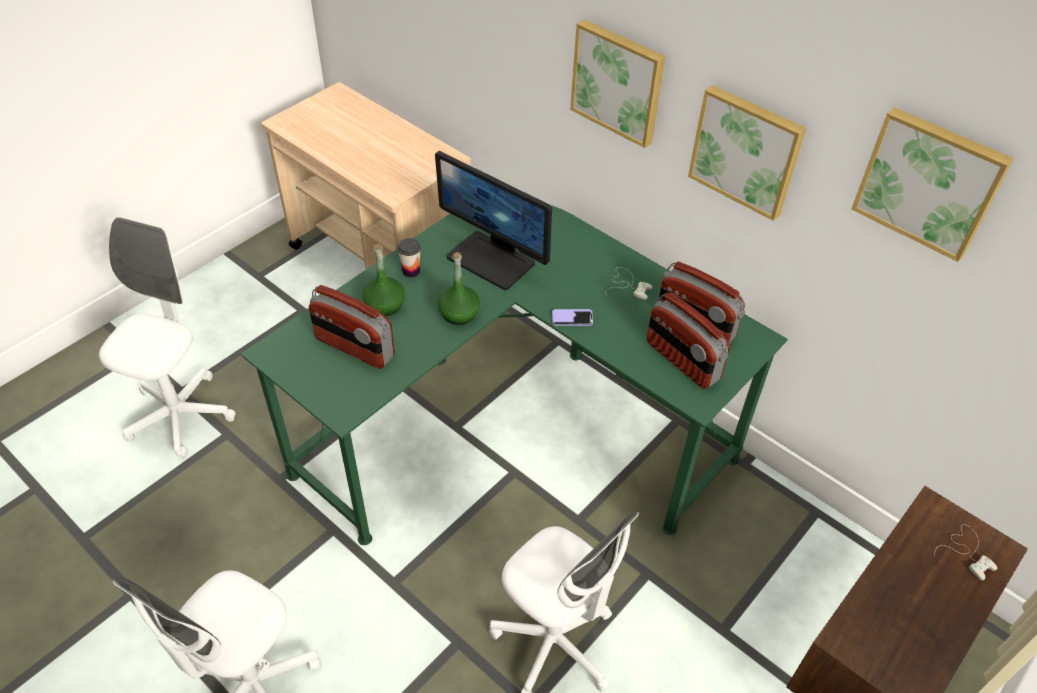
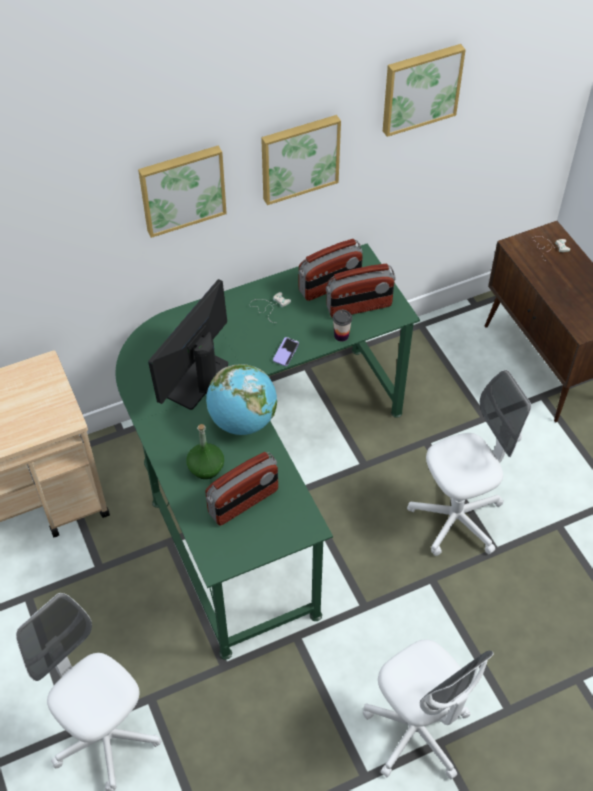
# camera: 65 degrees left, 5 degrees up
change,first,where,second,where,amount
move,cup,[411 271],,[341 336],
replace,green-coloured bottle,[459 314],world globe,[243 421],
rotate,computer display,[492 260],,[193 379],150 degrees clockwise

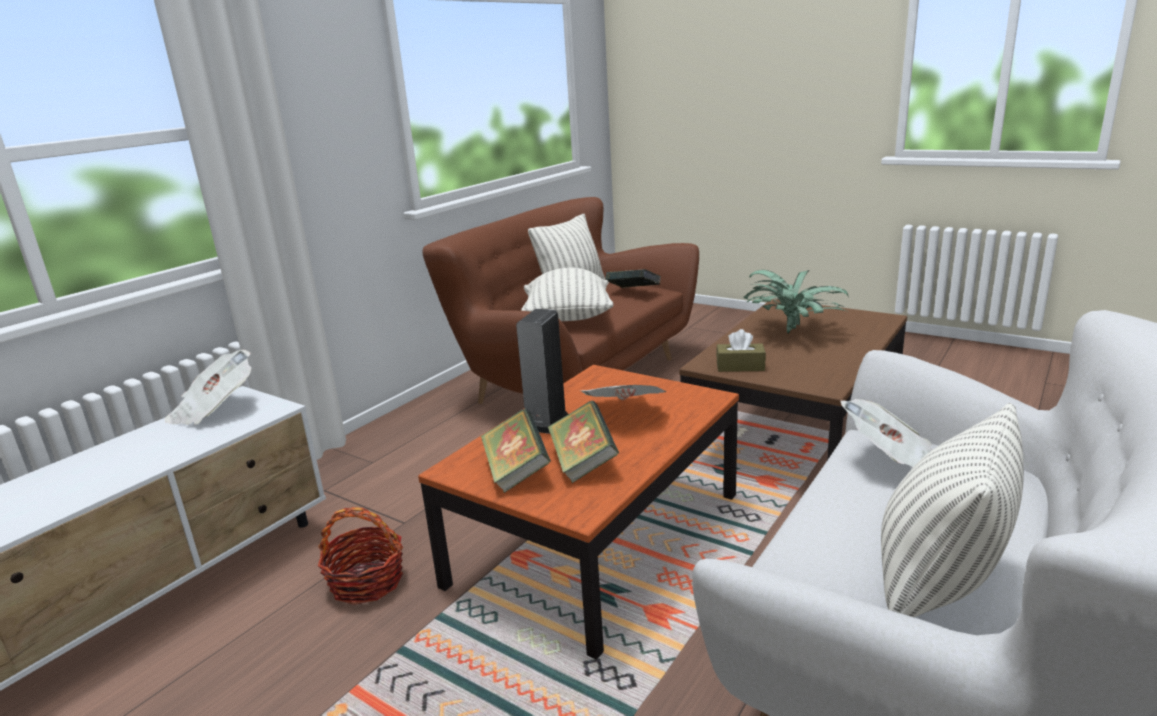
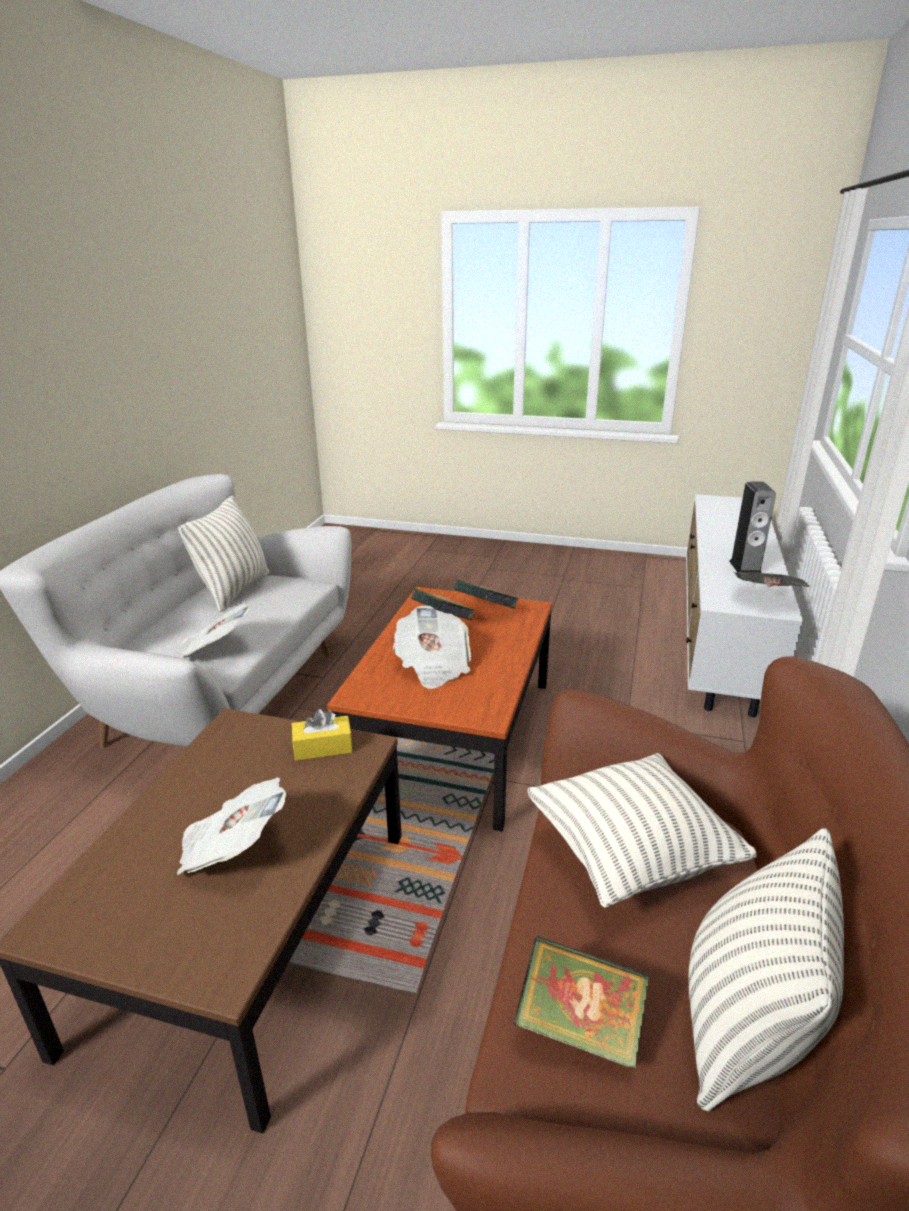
# camera: 160 degrees right, 5 degrees up
change,first,where,second,where,amount
delete,basket,[367 582],,,
move,speaker,[546 422],,[745 567],
replace,houseplant,[793 332],printed paper,[233 848],
recolor,brownish tissue holder,[740 366],yellow tissue holder,[323 747],

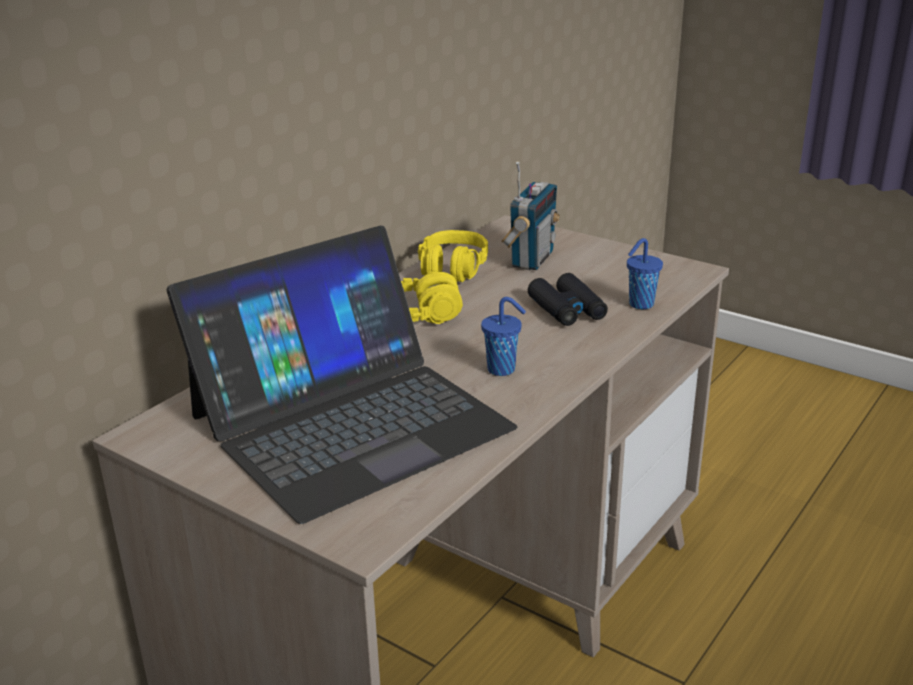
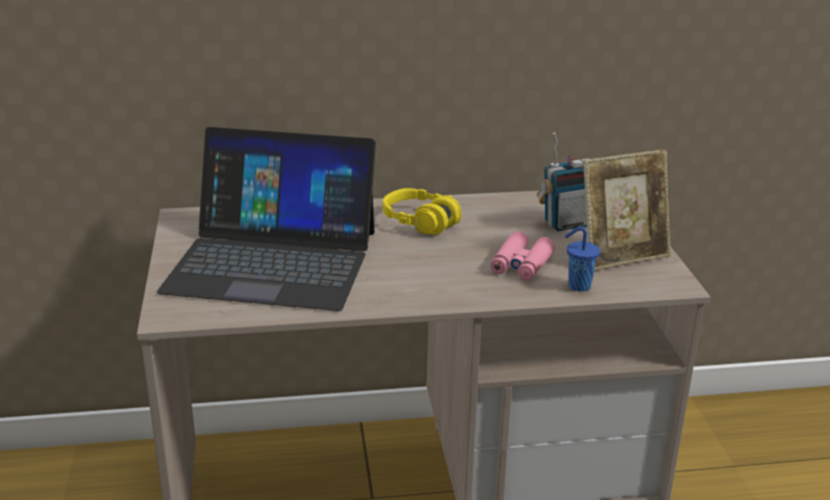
# camera: 45 degrees right, 0 degrees up
change,first,where,second,where,amount
delete,yellow headphones,[452 269],,,
delete,blue-coloured cup,[503 370],,,
insert,,,picture frame,[622 256],
recolor,blackish binoculars,[567 310],pinkish binoculars,[521 264],

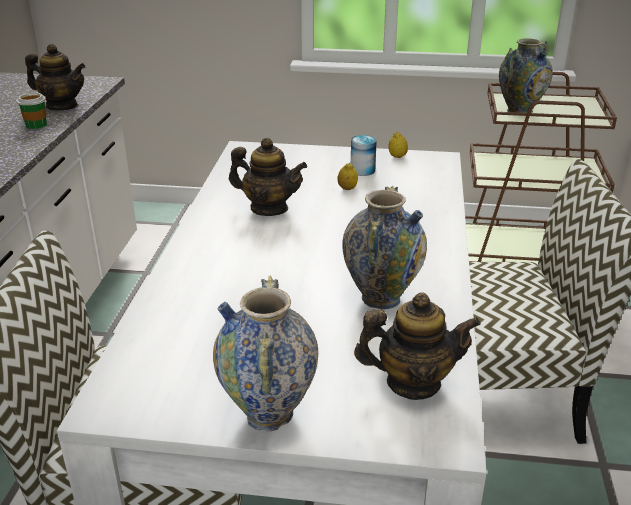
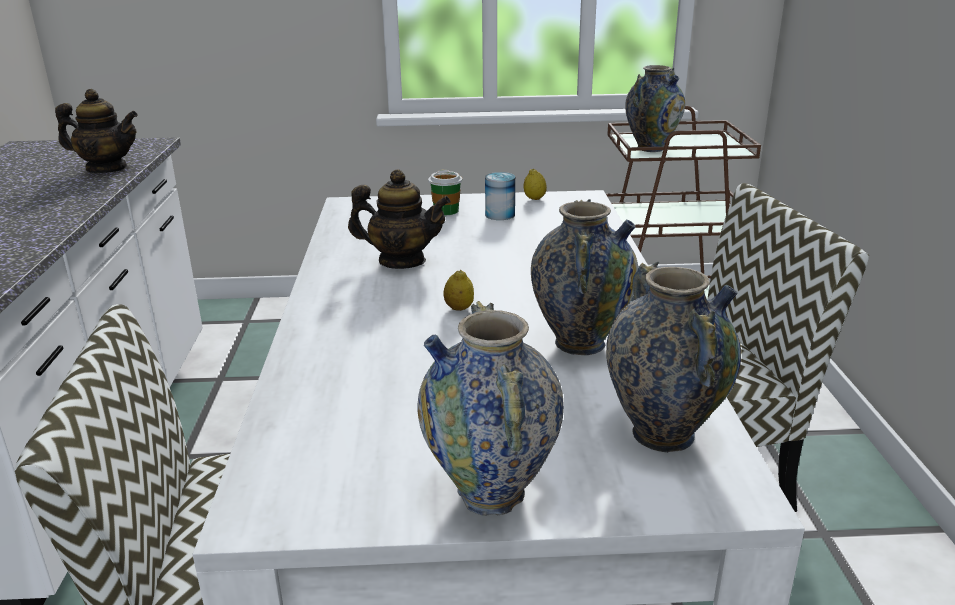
# camera: 10 degrees left, 5 degrees down
change,first,where,second,where,amount
move,cup,[36 125],,[446 211],
move,whole lemon,[347 188],,[459 308],
replace,tea pot,[413 383],flower vase,[662 433],

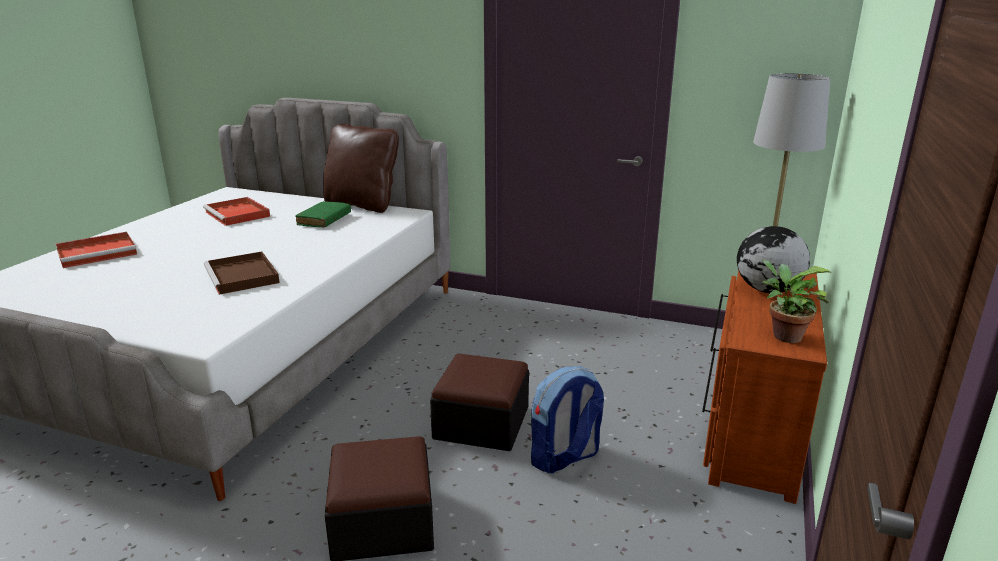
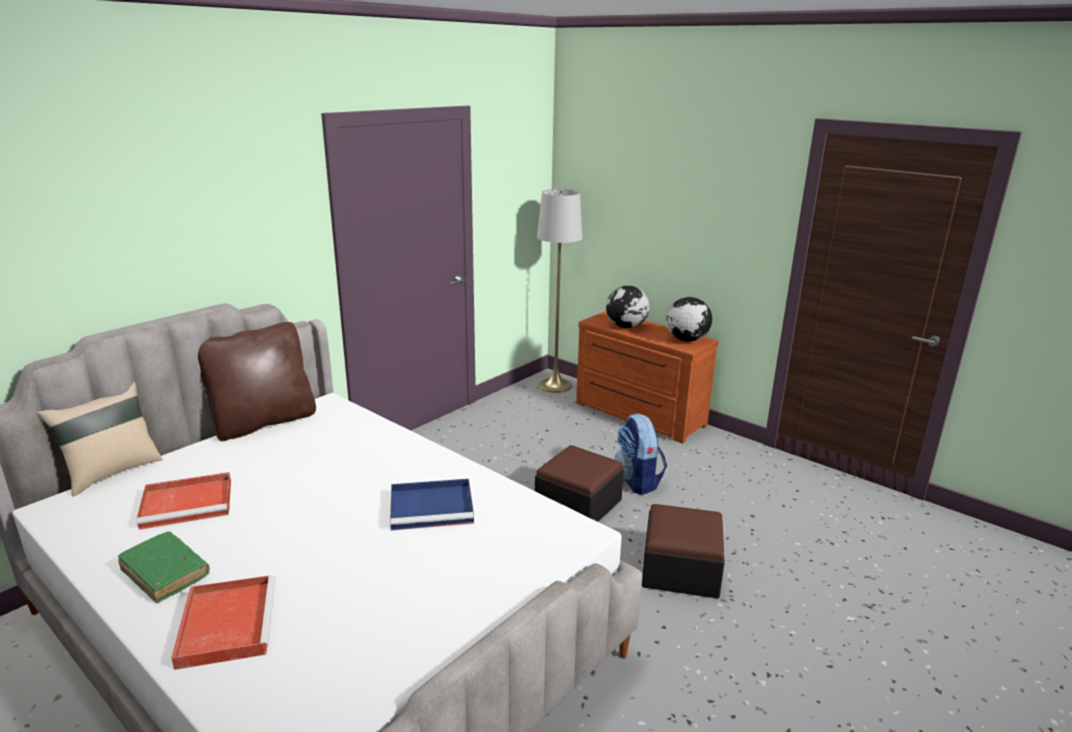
# camera: 70 degrees left, 0 degrees up
change,first,where,second,where,amount
insert,,,sand-coloured throw pillow,[112 472],
move,green-coloured book,[324 220],,[165 573],
replace,houseplant,[783 336],world globe,[686 339],
recolor,brownish tray,[243 276],blue-coloured tray,[433 507],

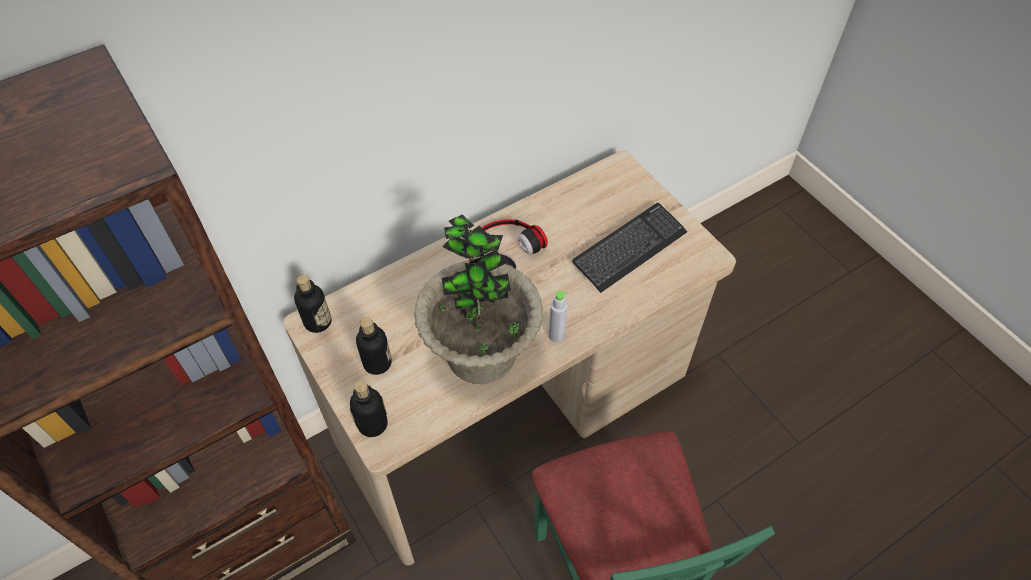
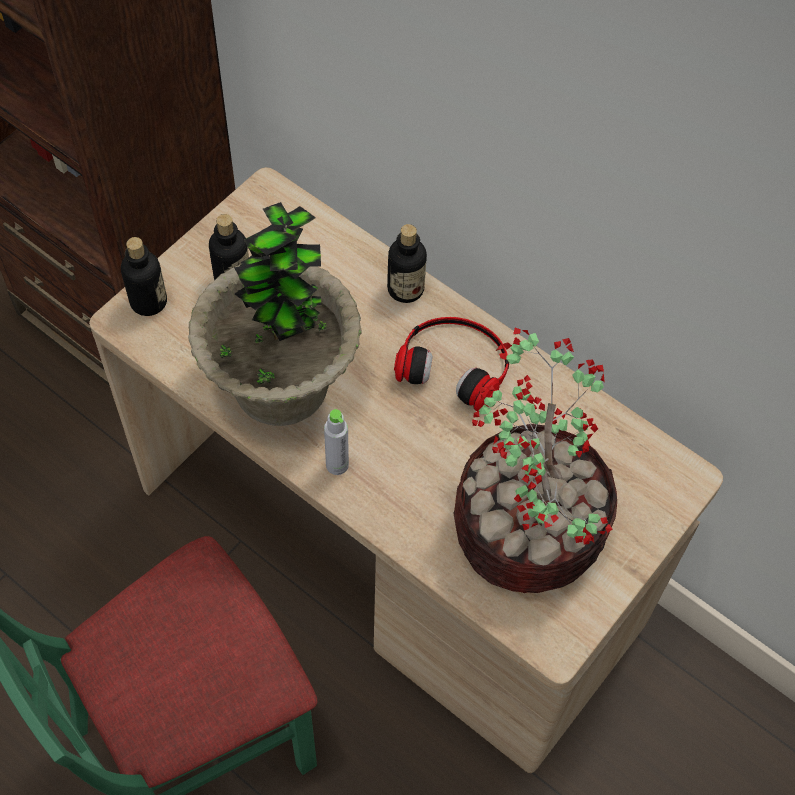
# camera: 70 degrees right, 5 degrees up
change,first,where,second,where,amount
move,bottle,[318 322],,[405 289],
replace,keyboard,[629 248],houseplant,[525 524],

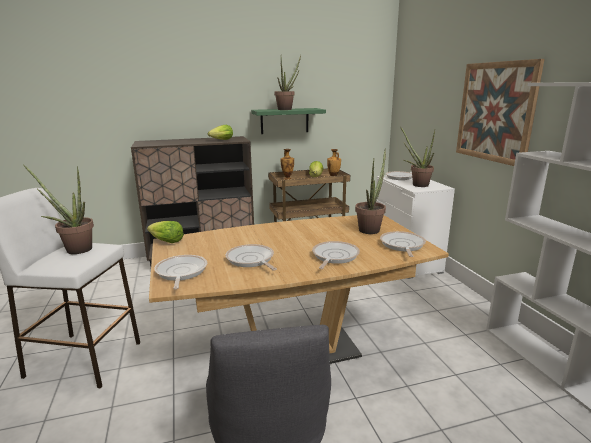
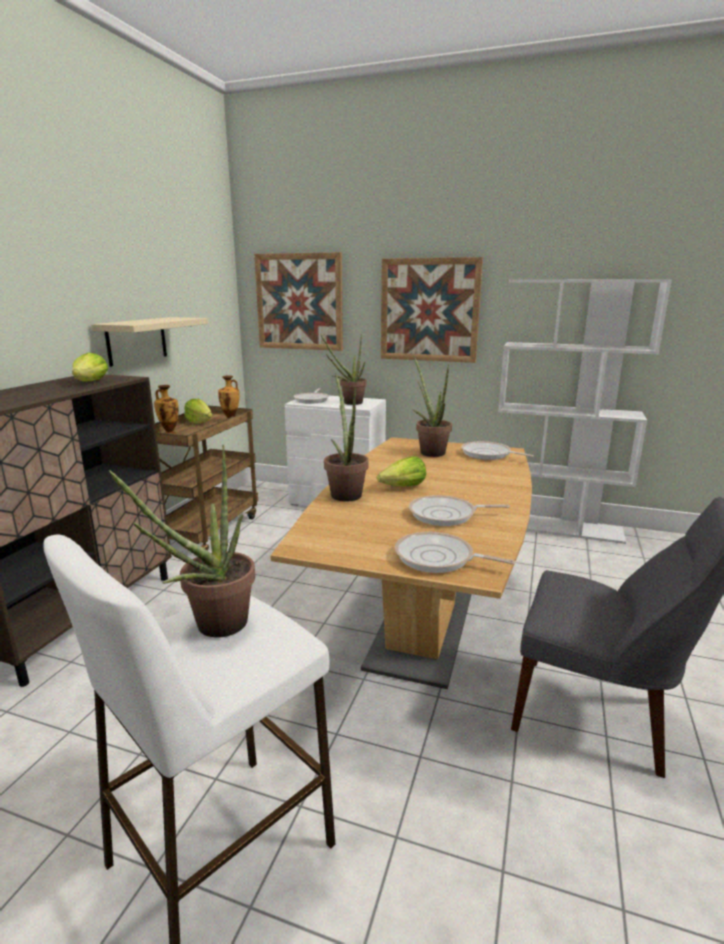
# camera: 55 degrees left, 0 degrees up
change,first,where,second,where,amount
delete,pan,[334 256],,,
insert,,,wall picture,[299 302],
move,head of lettuce,[166 241],,[403 487],
move,houseplant,[287 109],,[345 493],
recolor,green-coloured bracket shelf,[284 121],sand-coloured bracket shelf,[137 340],

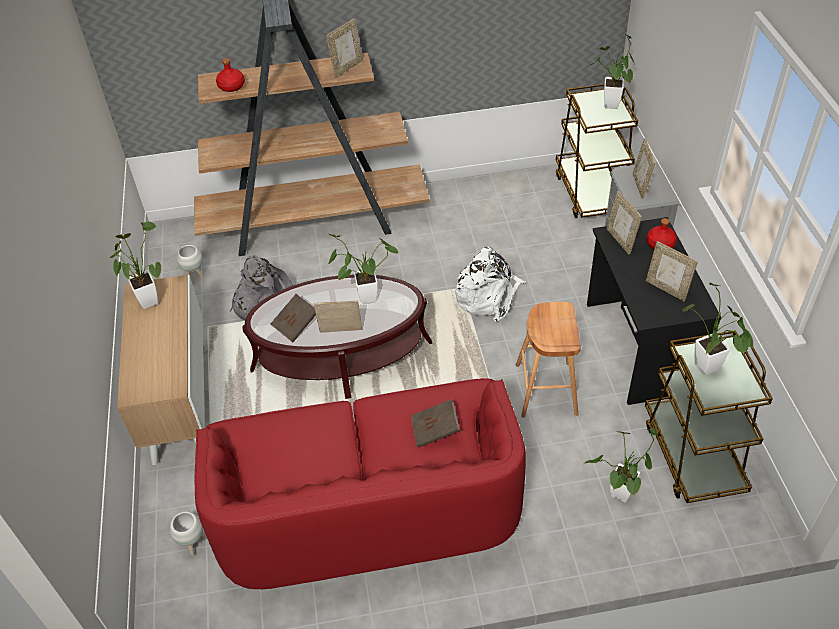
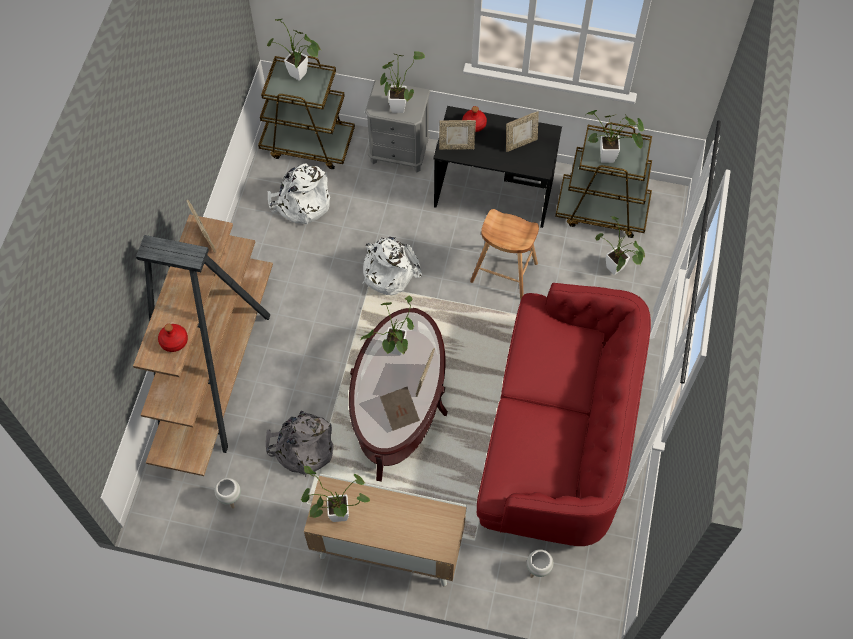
# camera: 70 degrees left, 15 degrees up
change,first,where,second,where,amount
delete,brownish book,[435 431],,,
insert,,,whitish knapsack,[301 203],
replace,picture frame,[640 186],houseplant,[398 105],

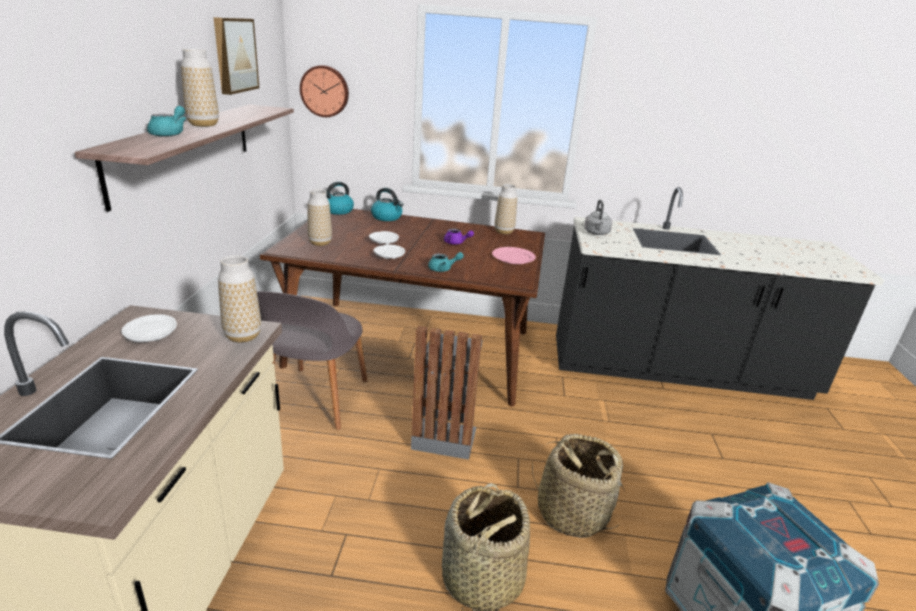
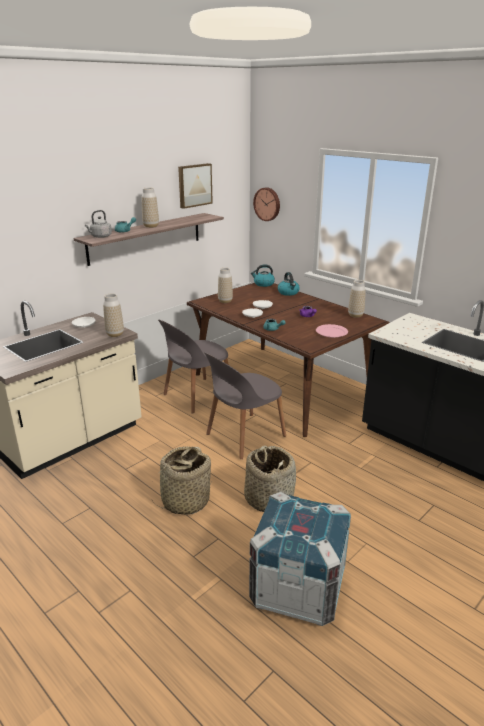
# camera: 40 degrees right, 0 degrees up
change,first,where,second,where,amount
move,greyish tea kettle,[596 233],,[100 236],
replace,greyish waste bin,[444 435],greyish plain chair,[244 436],

